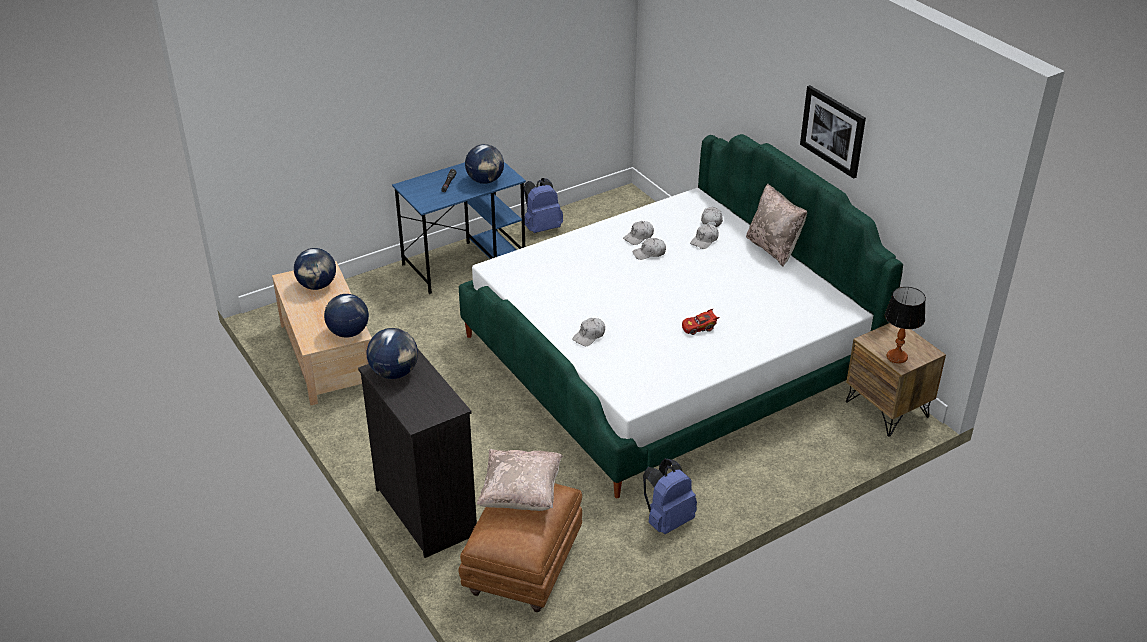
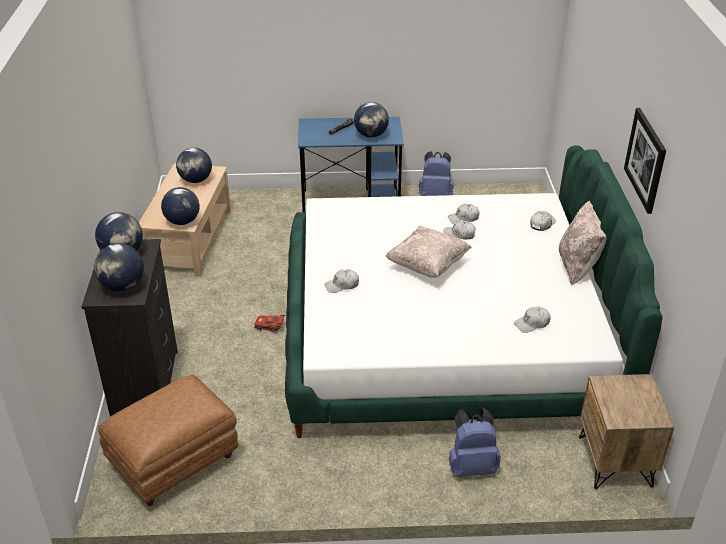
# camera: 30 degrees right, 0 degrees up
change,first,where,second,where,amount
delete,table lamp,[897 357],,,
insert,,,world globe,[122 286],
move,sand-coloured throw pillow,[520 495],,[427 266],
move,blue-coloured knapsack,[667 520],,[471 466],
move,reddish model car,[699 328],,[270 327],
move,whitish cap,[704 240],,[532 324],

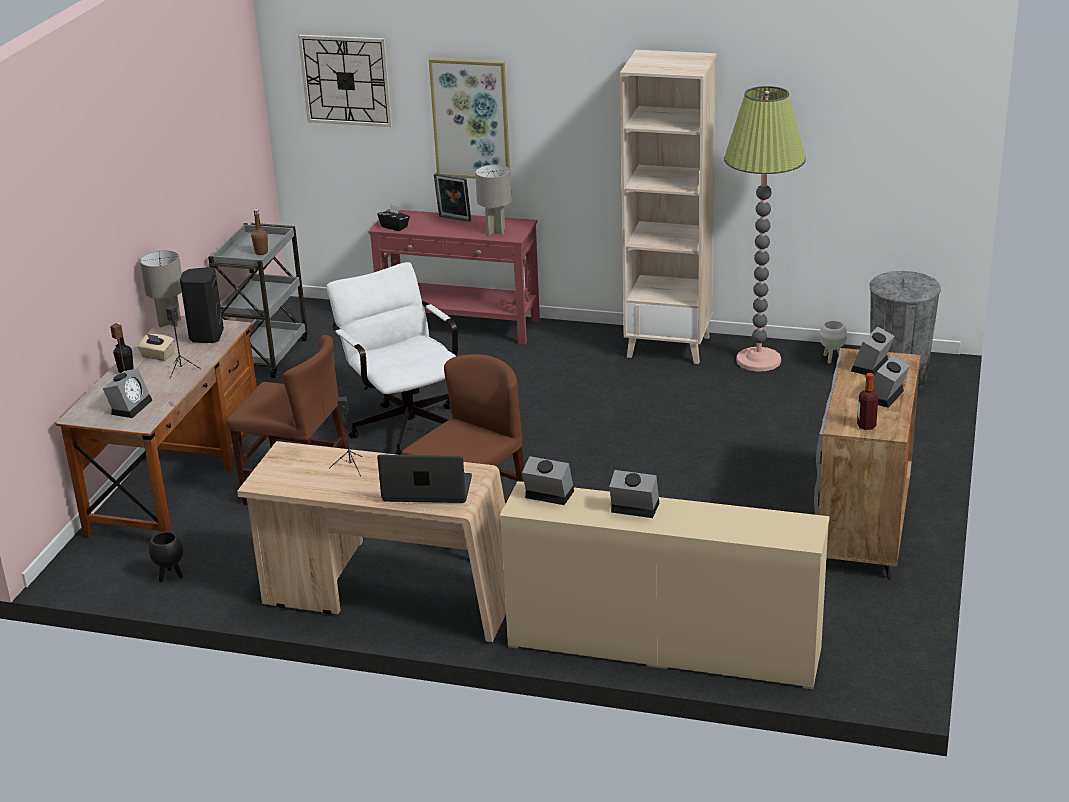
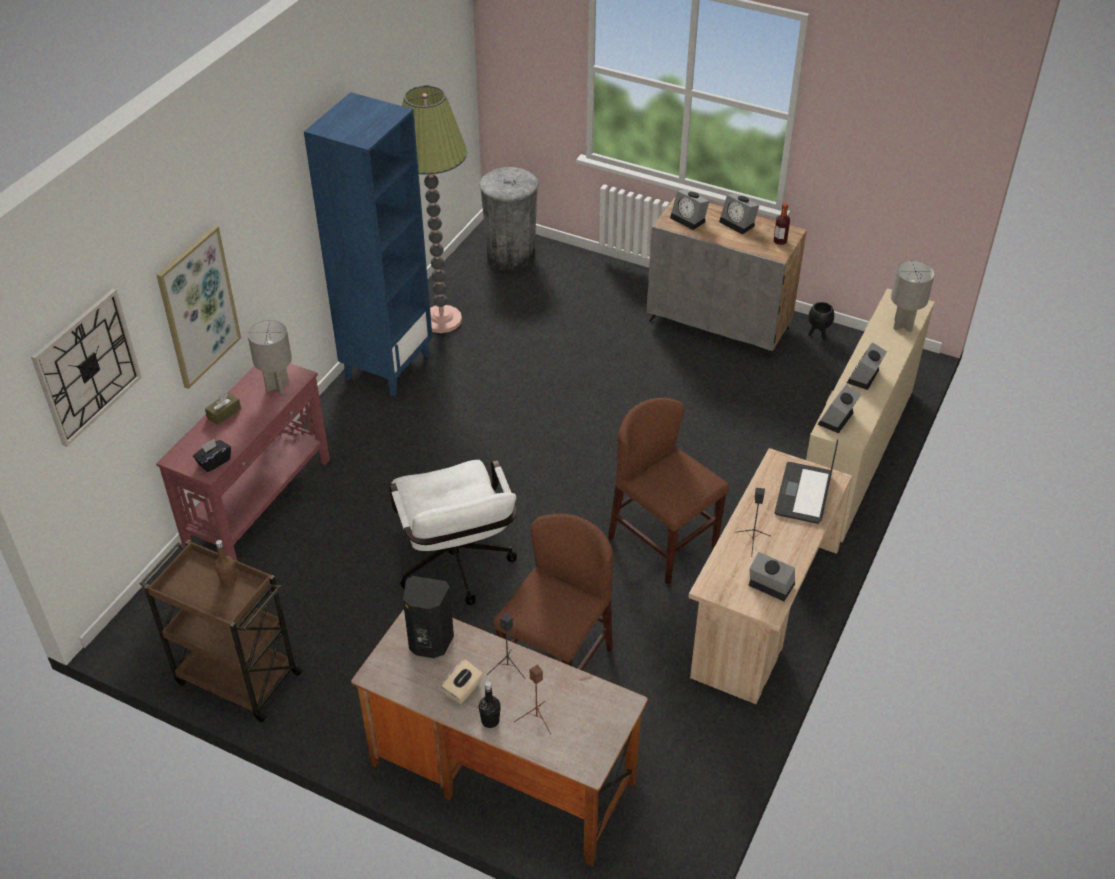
# camera: 80 degrees left, 15 degrees up
change,first,where,second,where,amount
delete,whitish flower pot,[832 359],,,
move,alarm clock,[130 406],,[769 586],
move,greyish table lamp,[170 323],,[903 325],
move,blackish flower pot,[170 576],,[818 335],
replace,picture frame,[453 219],brownish tissue holder,[224 413],
recolor,greyish cart,[267 355],brownish cart,[236 677],
recolor,sand-coloured bookcase,[669 346],blue-coloured bookcase,[387 366],
rotate,whitish computer chair,[405 425],,[457 569],90 degrees counterclockwise

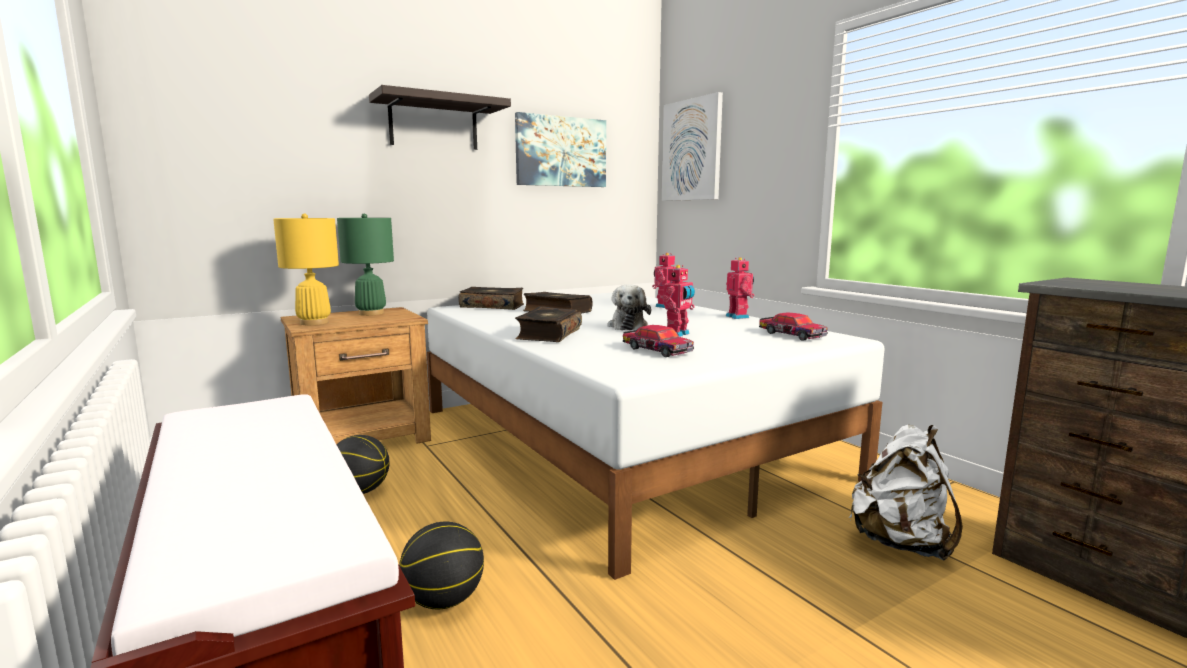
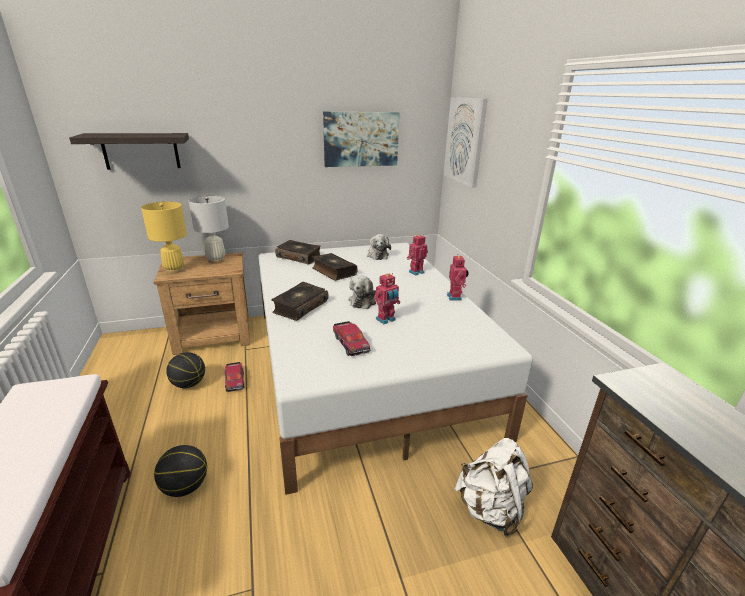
# camera: 15 degrees right, 15 degrees up
change,first,where,second,where,amount
insert,,,soft toy,[377 255],
move,bracket shelf,[433 124],,[141 151],
move,model car,[791 335],,[235 380],
recolor,green-coloured table lamp,[371 313],whitish table lamp,[216 260],

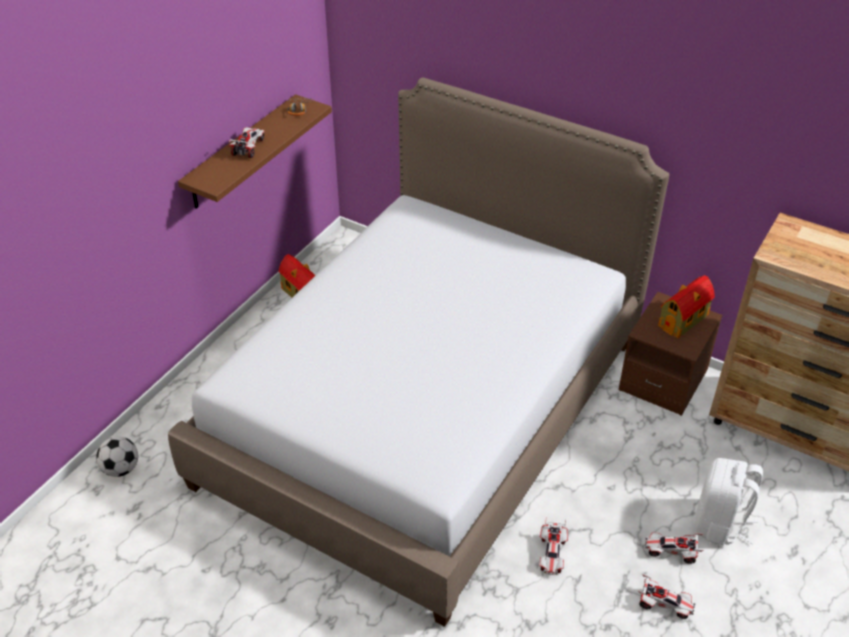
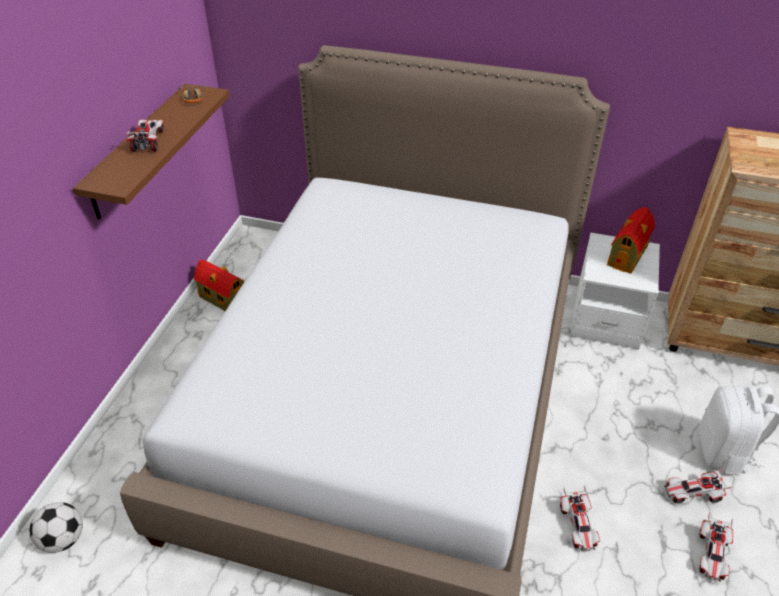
# camera: 15 degrees left, 0 degrees up
change,first,where,second,where,amount
recolor,brownish night table,[663 380],whitish night table,[606 318],
rotate,model car,[664 604],,[712 555],105 degrees clockwise

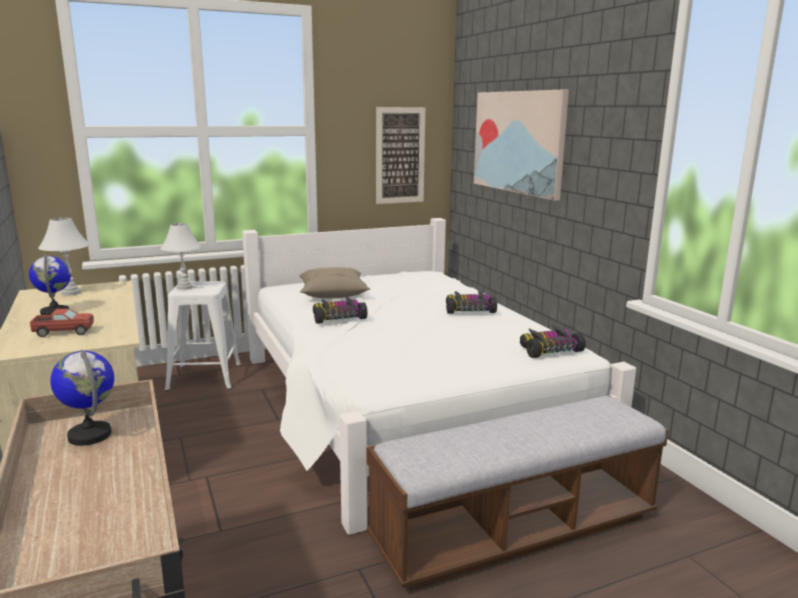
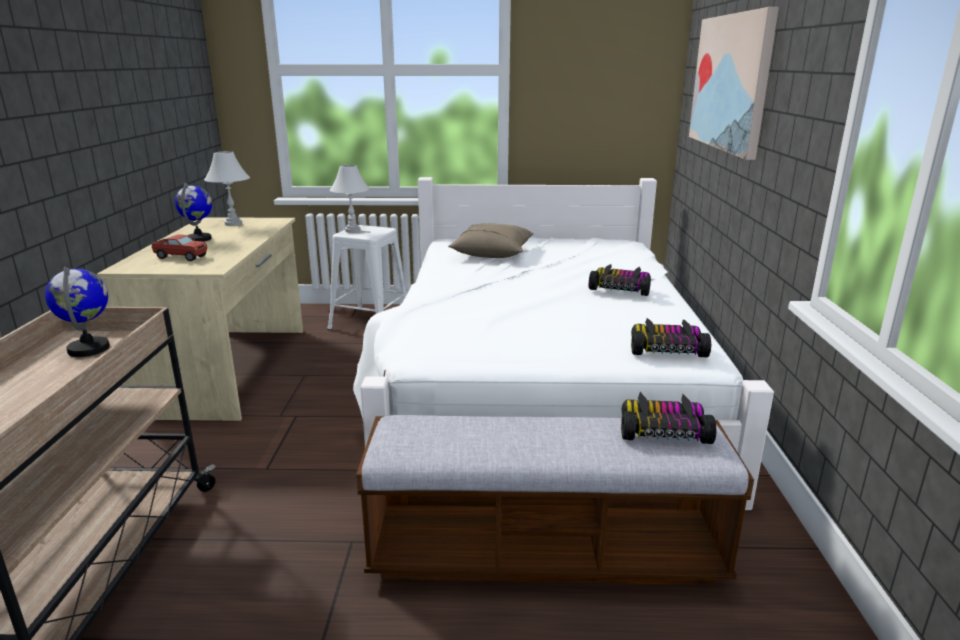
# camera: 25 degrees right, 5 degrees up
change,first,where,second,where,amount
delete,wall picture,[400 155],,,
move,model car,[338 318],,[663 431],

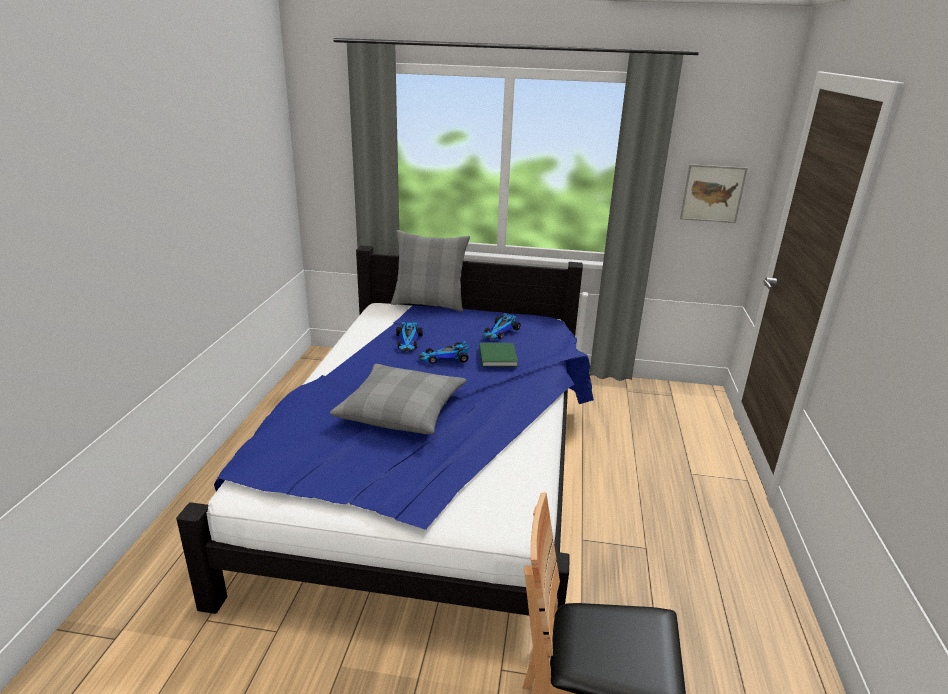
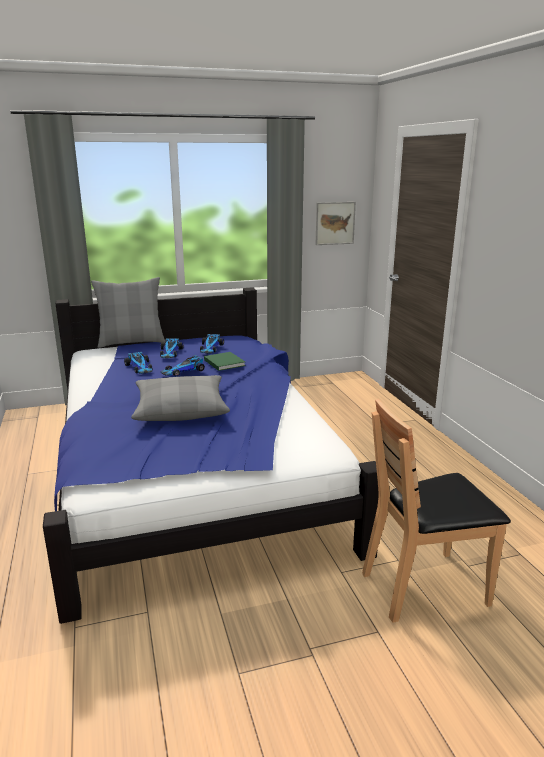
# camera: 25 degrees left, 5 degrees down
change,first,where,second,where,amount
insert,,,model car,[170 353],

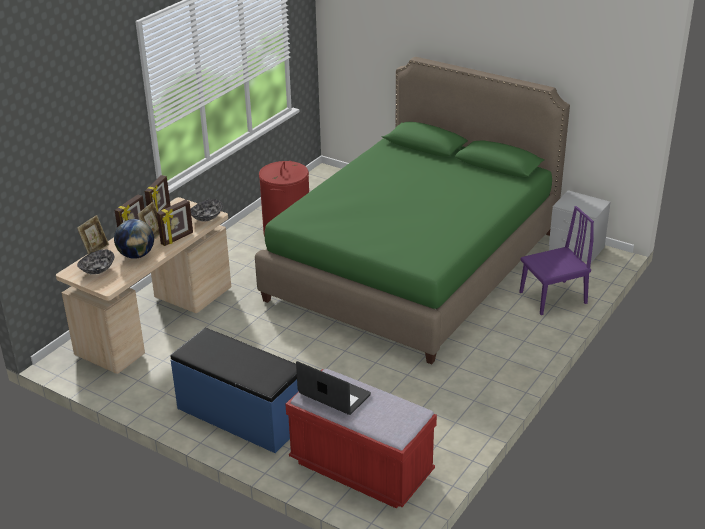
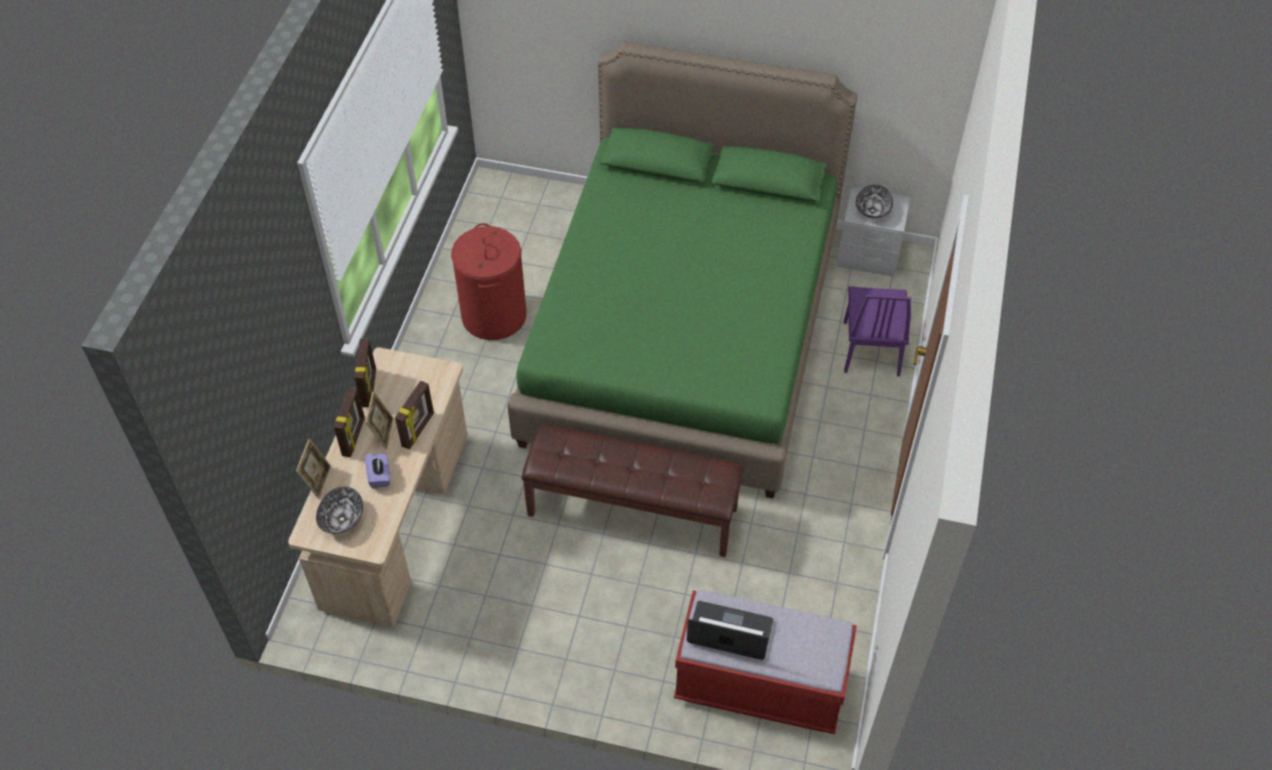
# camera: 20 degrees left, 20 degrees up
change,first,where,second,where,amount
delete,blue-coloured indoor bench,[241 415],,,
insert,,,brownish indoor bench,[633 510],
move,serving bowl,[206 218],,[872 210],
replace,world globe,[136 255],purplish tissue holder,[379 476],
rotate,purplish plain chair,[552 297],,[871 348],135 degrees clockwise

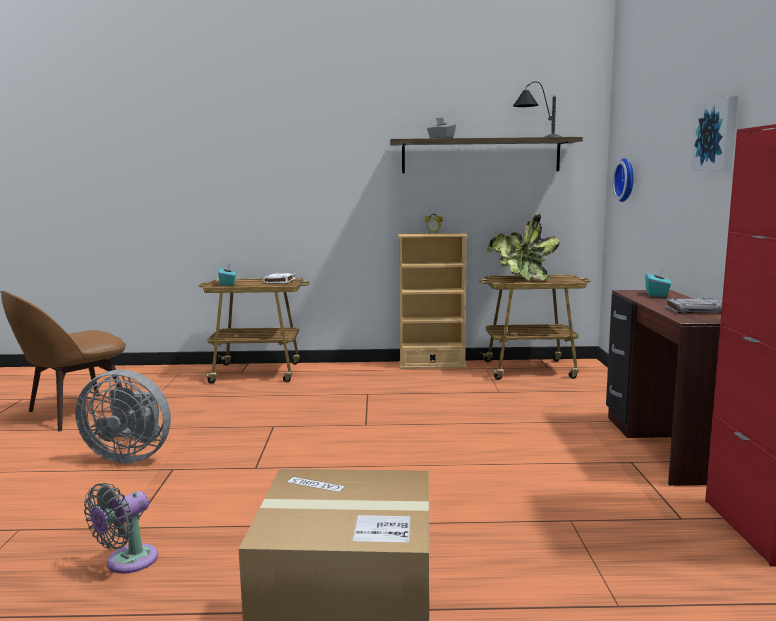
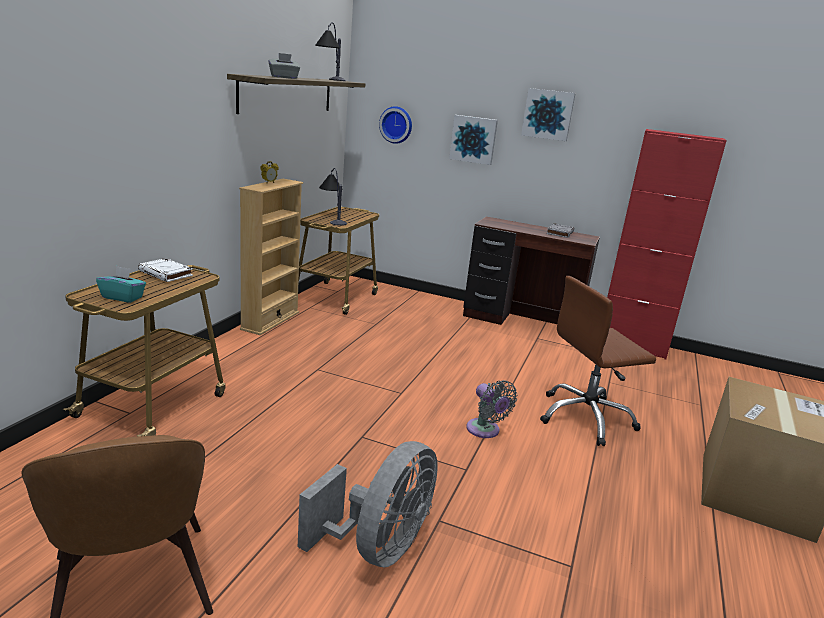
# camera: 70 degrees left, 10 degrees up
change,first,where,second,where,amount
delete,turquoise tissue holder,[657 294],,,
insert,,,wall picture,[473 139],
insert,,,brownish computer chair,[585 418],
move,greyish electric fan,[127 562],,[485 431],
replace,houseplant,[518 279],table lamp,[332 219],

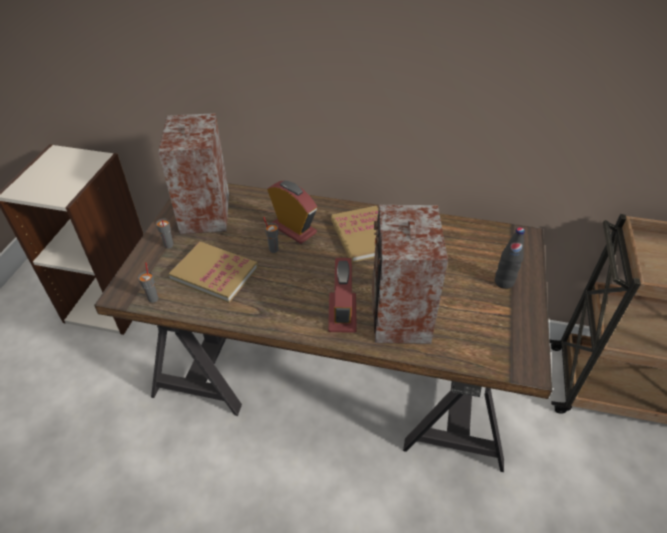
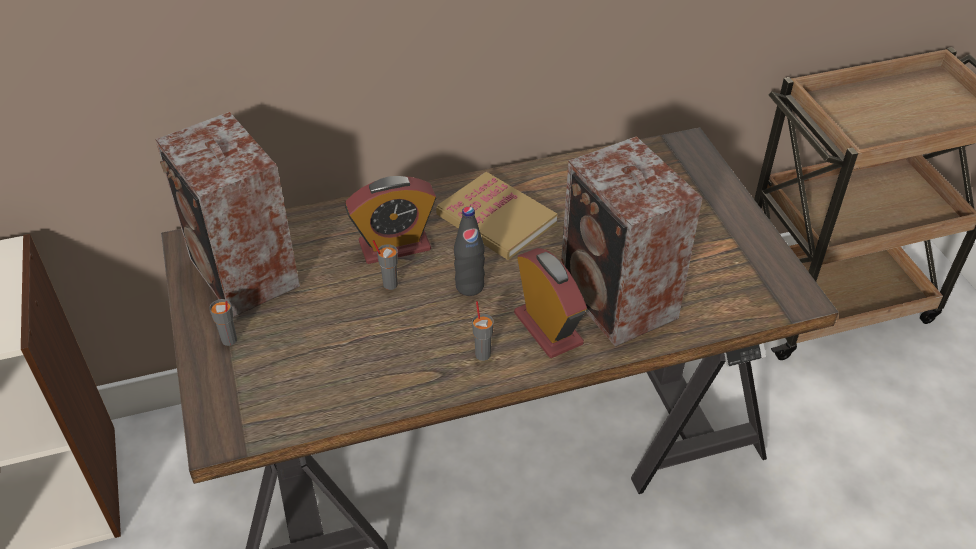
# camera: 30 degrees left, 0 degrees up
change,first,where,second,where,amount
delete,book,[214 273],,,
move,greyish cup,[153 298],,[483 354],
move,blackish bottle,[504 282],,[469 286],
rotate,alarm clock,[293 229],,[395 246],150 degrees clockwise

